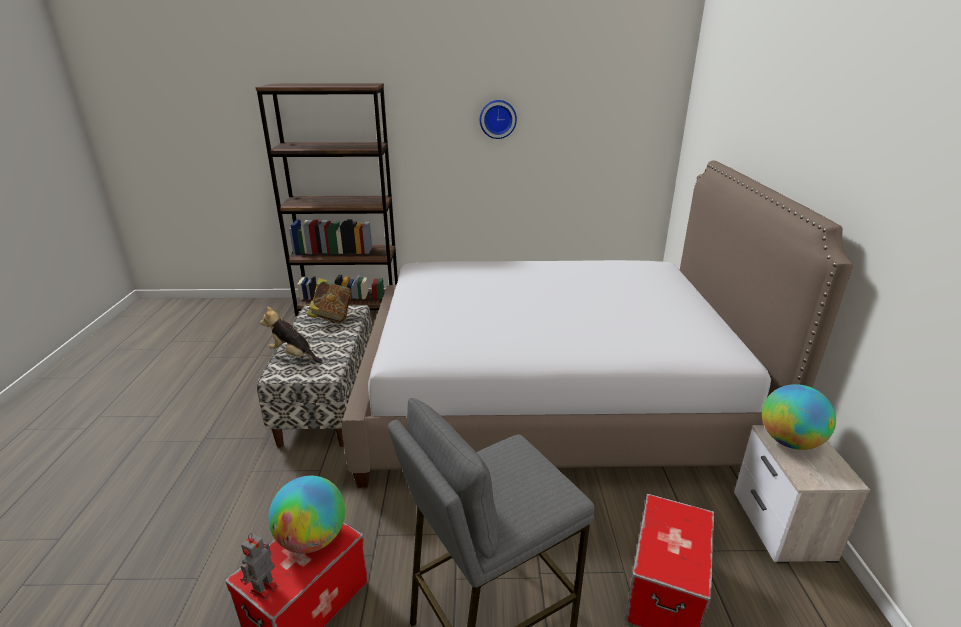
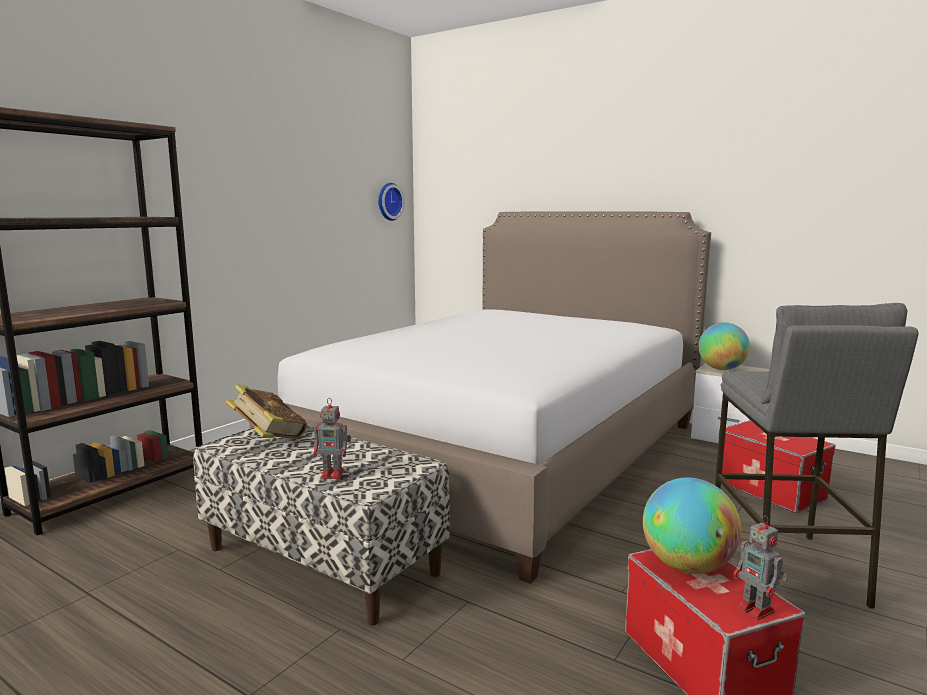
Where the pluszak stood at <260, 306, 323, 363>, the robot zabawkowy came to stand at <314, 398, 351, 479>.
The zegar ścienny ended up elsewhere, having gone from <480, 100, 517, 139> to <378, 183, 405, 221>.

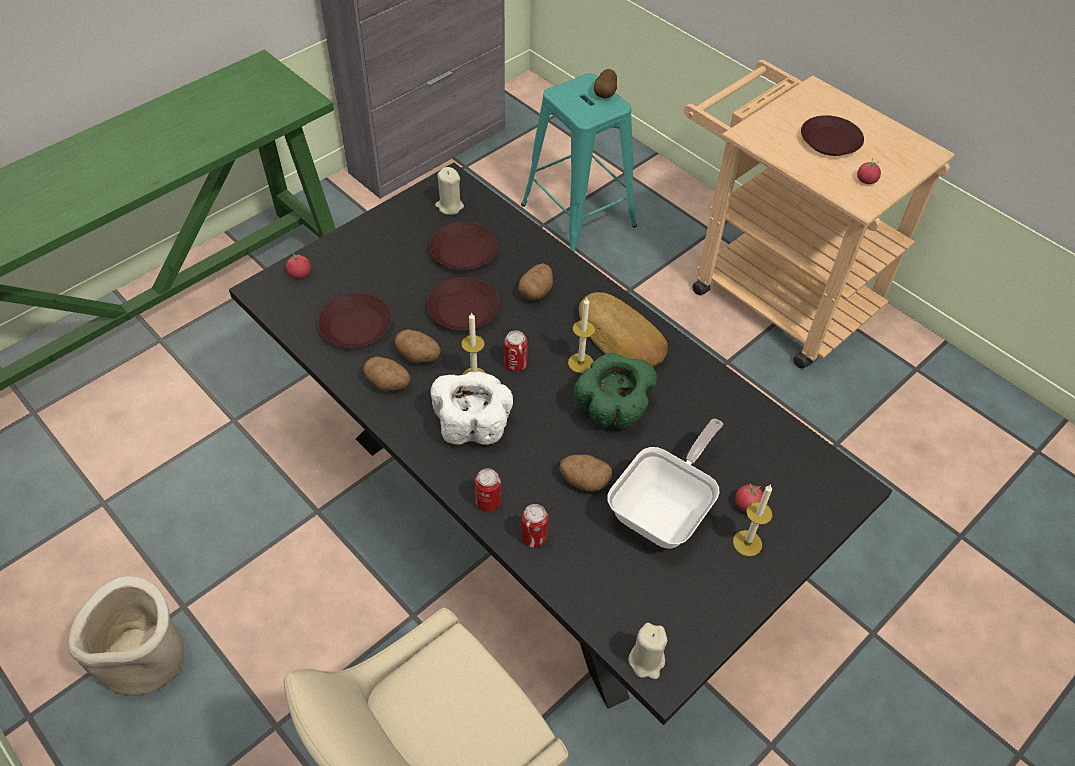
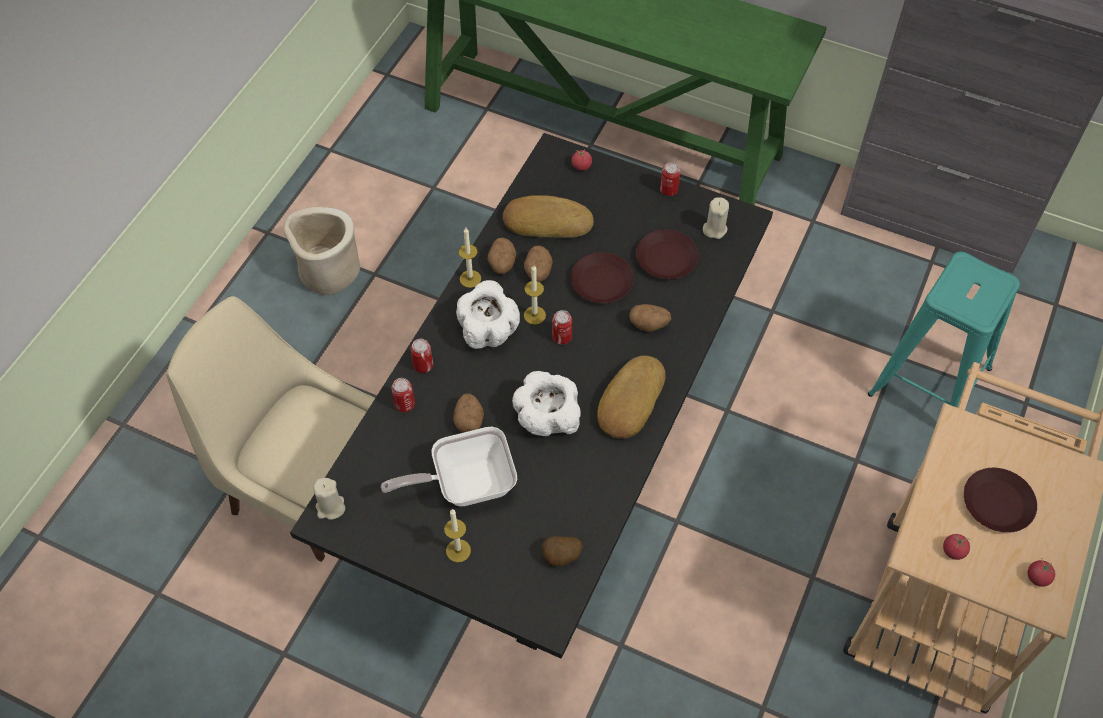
The patelnia at <607, 419, 723, 549> ended up facing another way, 150 degrees clockwise from before.
The świeca ended up elsewhere, having gone from <568, 298, 595, 373> to <458, 228, 481, 288>.
Where the talerz (brązowy) stood at <318, 293, 392, 348>, the chleb came to stand at <503, 195, 594, 238>.
What was the miska (zielony) at <574, 353, 657, 429> turned into the miska (biały) at <512, 371, 581, 436>.
The ziemniak ended up elsewhere, having gone from <594, 69, 617, 98> to <542, 536, 582, 566>.
The second view gained the puszka at <660, 162, 680, 196>.
The pomidor ended up elsewhere, having gone from <735, 483, 763, 512> to <1028, 558, 1055, 587>.

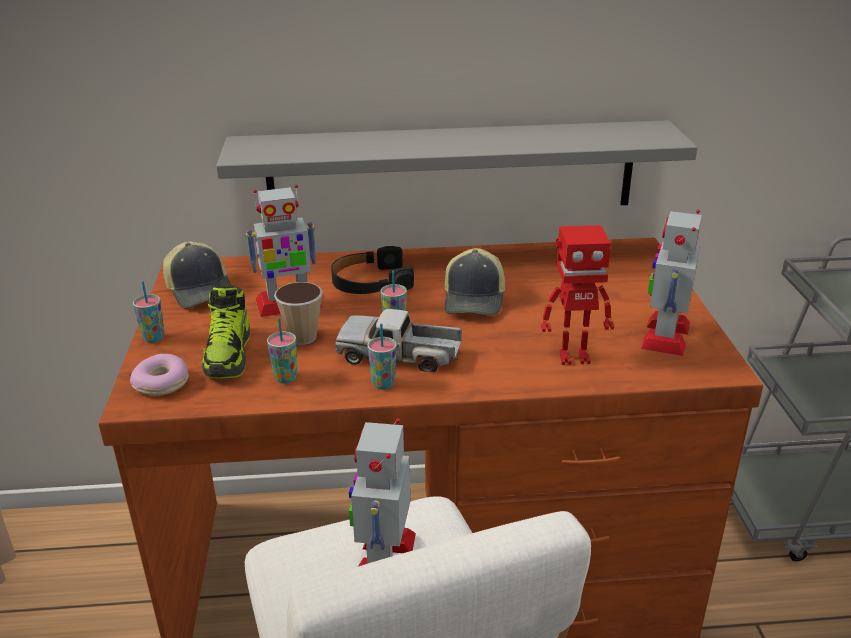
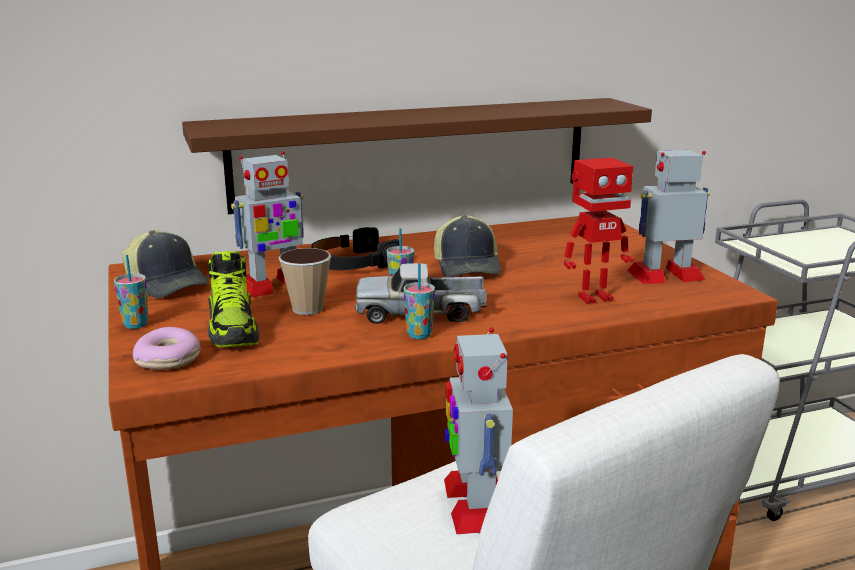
What was the półka (szary) at <216, 120, 698, 205> turned into the półka (brązowy) at <182, 98, 652, 214>.
The robot zabawkowy at <641, 210, 702, 356> ended up facing another way, 75 degrees clockwise from before.
The second view lost the filiżanka at <267, 318, 297, 384>.

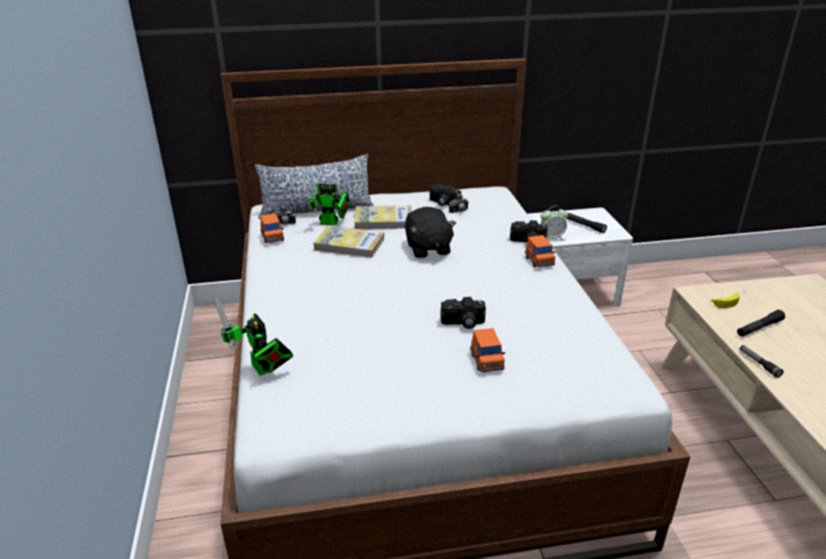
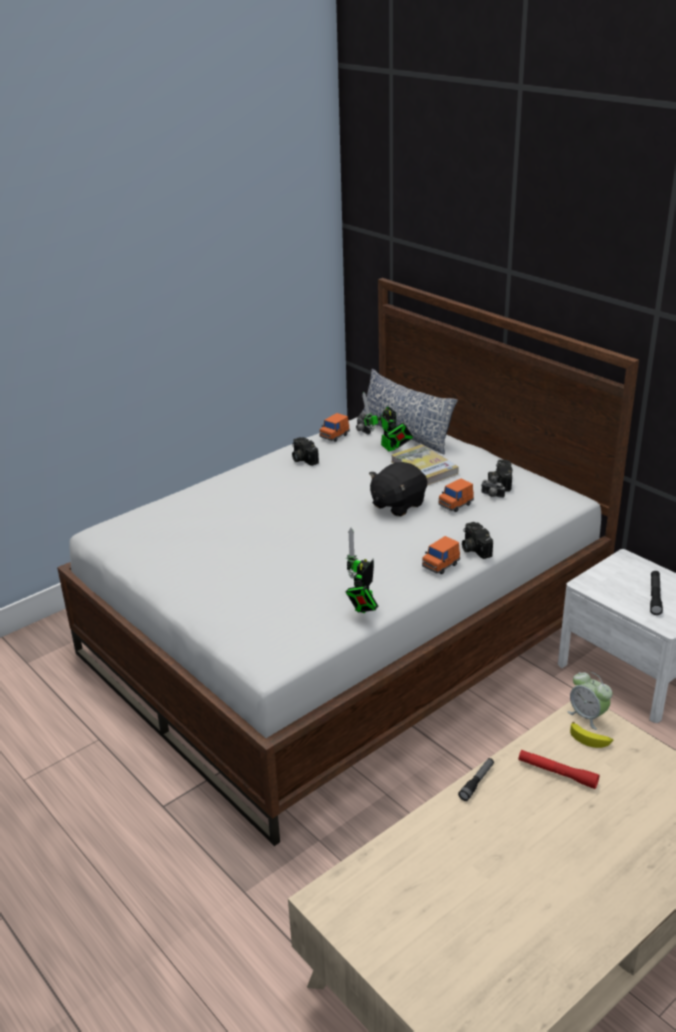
The aparat fotograficzny ended up elsewhere, having gone from <441, 297, 486, 329> to <292, 437, 319, 466>.
The robot zabawkowy ended up elsewhere, having gone from <214, 297, 293, 376> to <346, 528, 378, 613>.
The samochodzik (pomarańczowy) ended up elsewhere, having gone from <470, 328, 505, 372> to <438, 478, 474, 512>.
What was the latarka (czarny) at <737, 310, 785, 337> turned into the latarka (czerwony) at <519, 750, 600, 789>.
The budzik ended up elsewhere, having gone from <541, 206, 568, 241> to <567, 672, 612, 730>.
The second view lost the książka at <314, 226, 384, 258>.

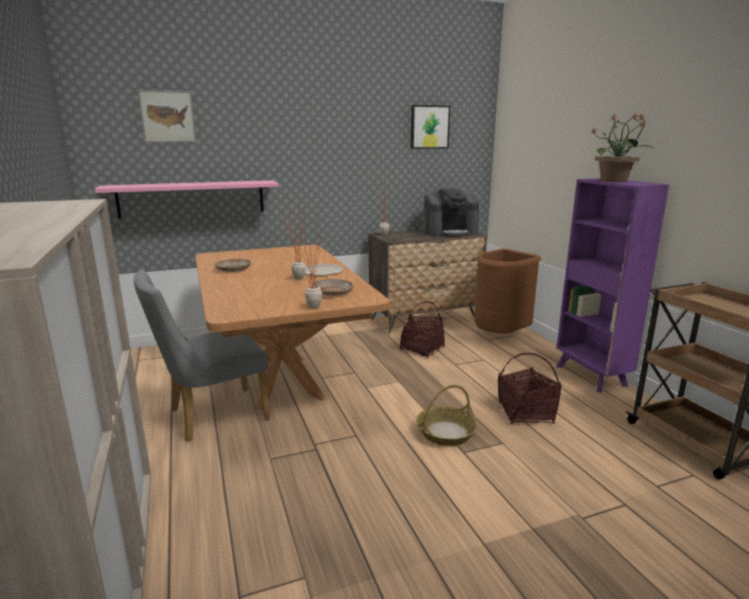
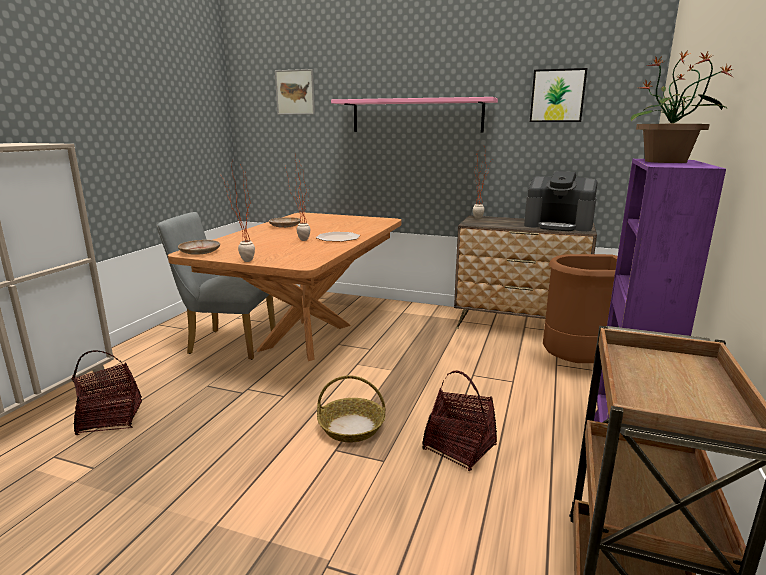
The koszyk ended up elsewhere, having gone from <400, 301, 445, 358> to <72, 350, 142, 435>.
The talerz (beżowy) ended up elsewhere, having gone from <312, 279, 354, 296> to <178, 240, 220, 255>.
The półka (różowy) ended up elsewhere, having gone from <95, 180, 279, 218> to <331, 97, 498, 132>.

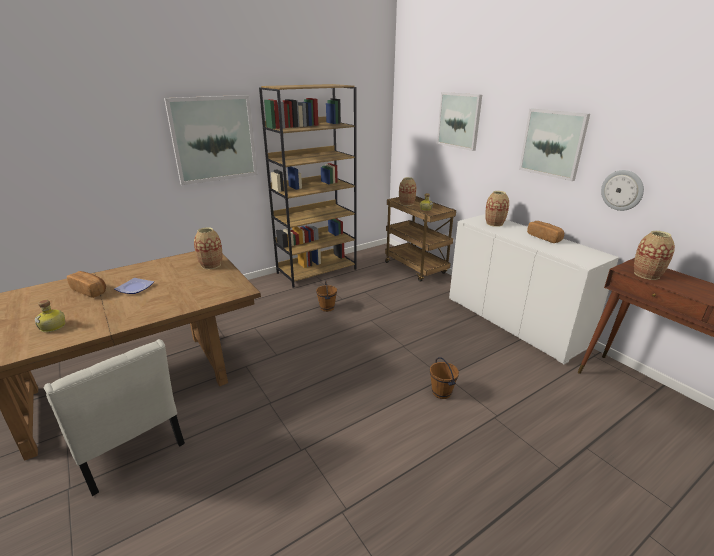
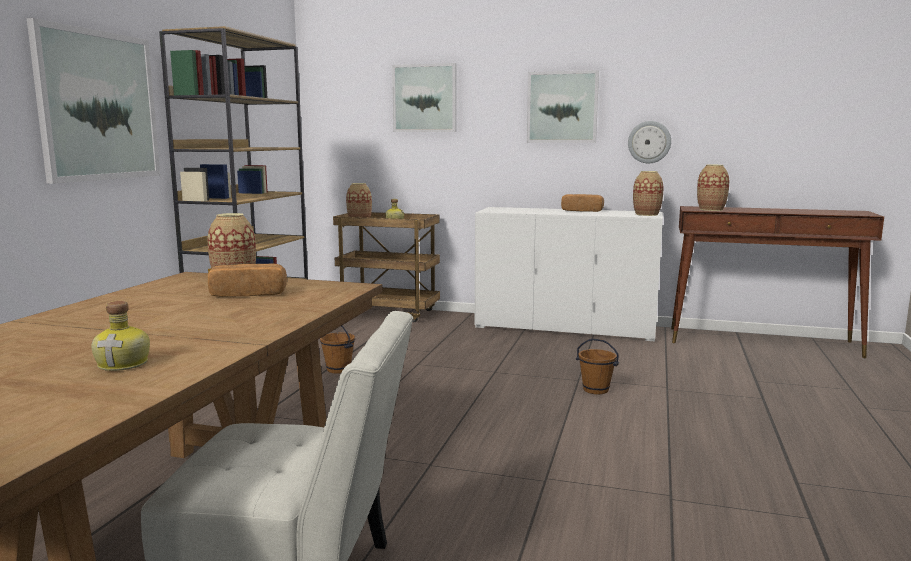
The chleb ended up elsewhere, having gone from <67, 271, 106, 298> to <208, 263, 287, 297>.
The wazon ended up elsewhere, having gone from <485, 191, 509, 227> to <633, 171, 663, 216>.
The second view lost the talerz at <114, 278, 154, 294>.

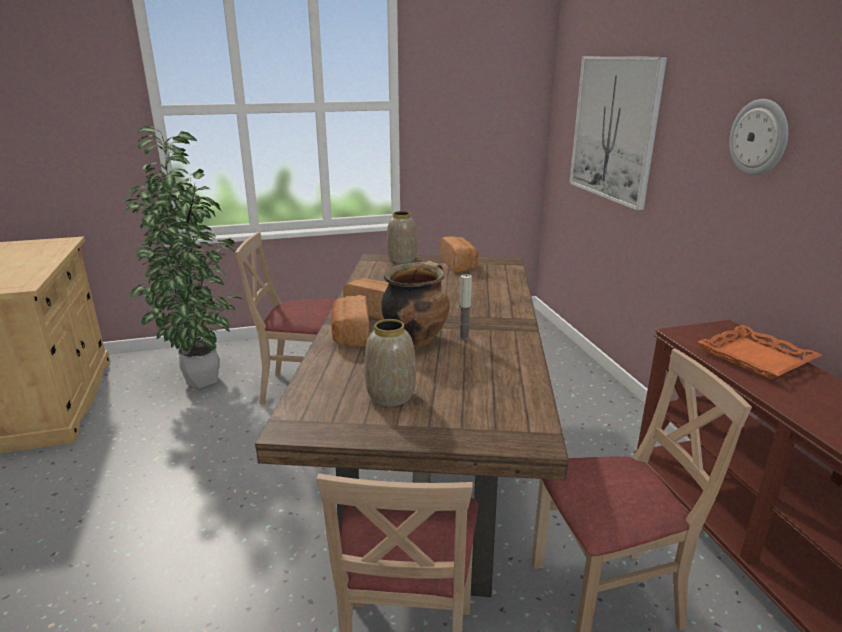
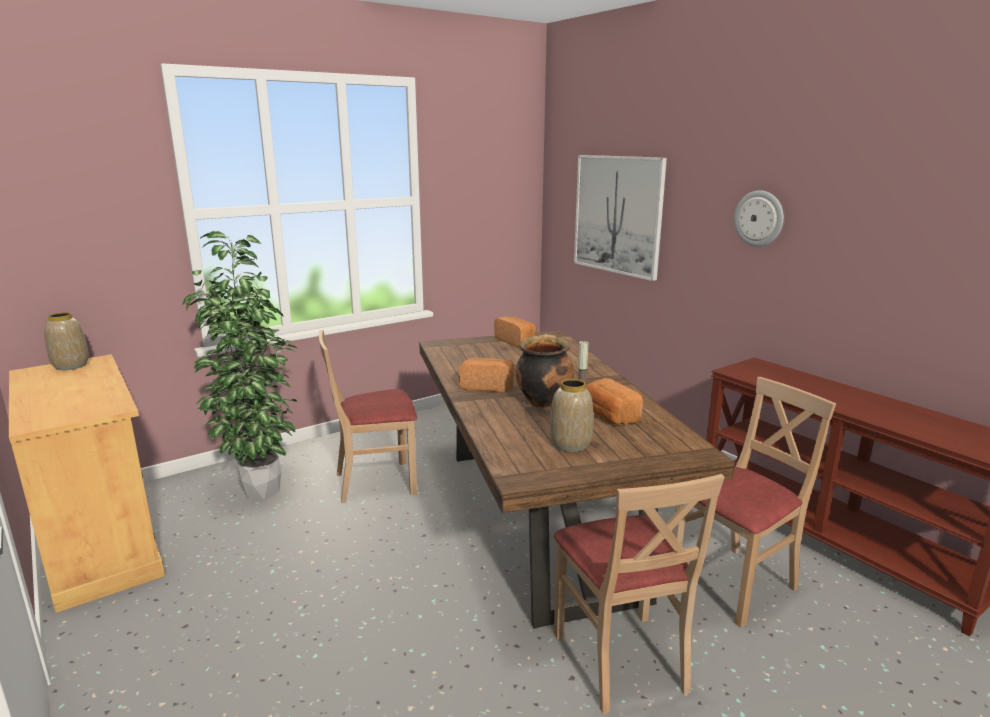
The wazon ended up elsewhere, having gone from <387, 211, 417, 263> to <44, 312, 89, 370>.
The chleb ended up elsewhere, having gone from <332, 295, 370, 347> to <585, 378, 643, 425>.
The second view lost the taca (pomarańczowy) at <698, 325, 822, 379>.

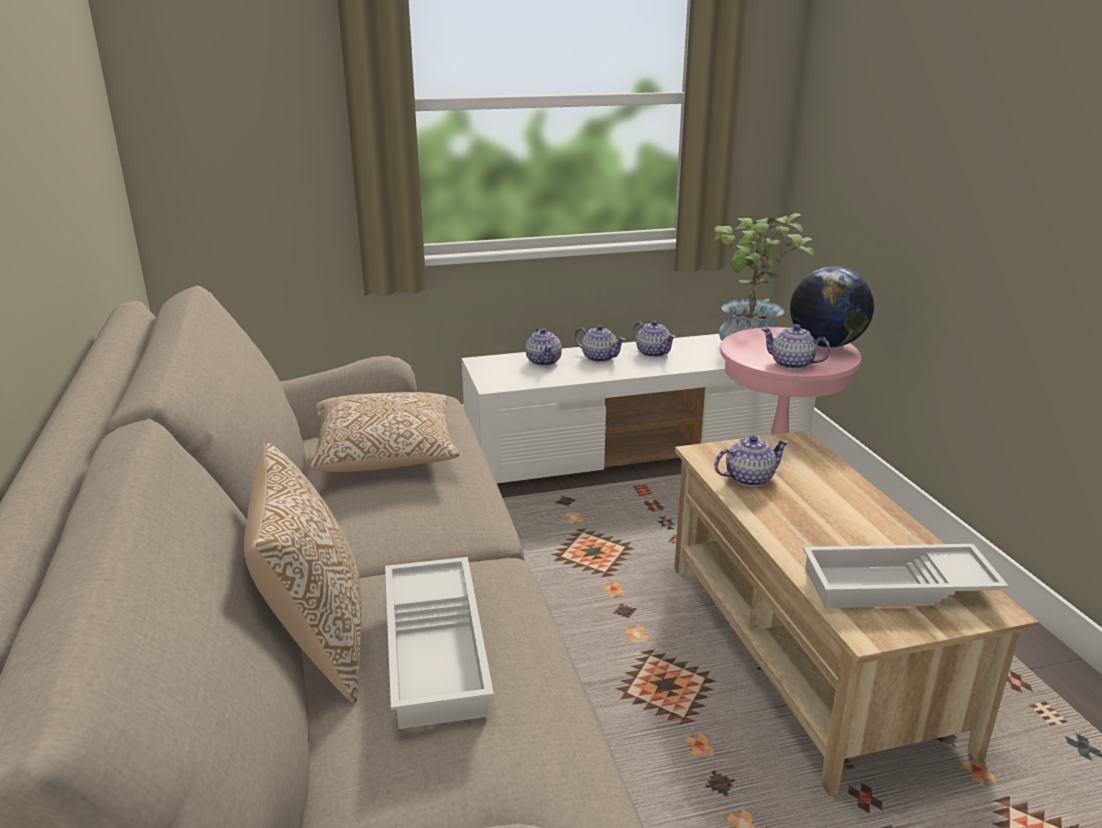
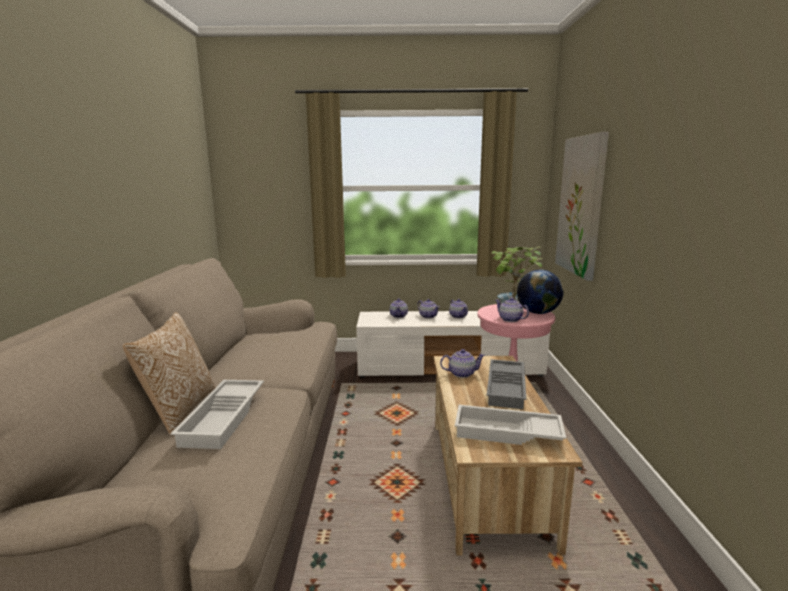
The second view gained the taca (szary) at <487, 359, 526, 409>.
The second view gained the obraz at <555, 132, 609, 281>.
The second view lost the poduszka at <309, 392, 459, 472>.

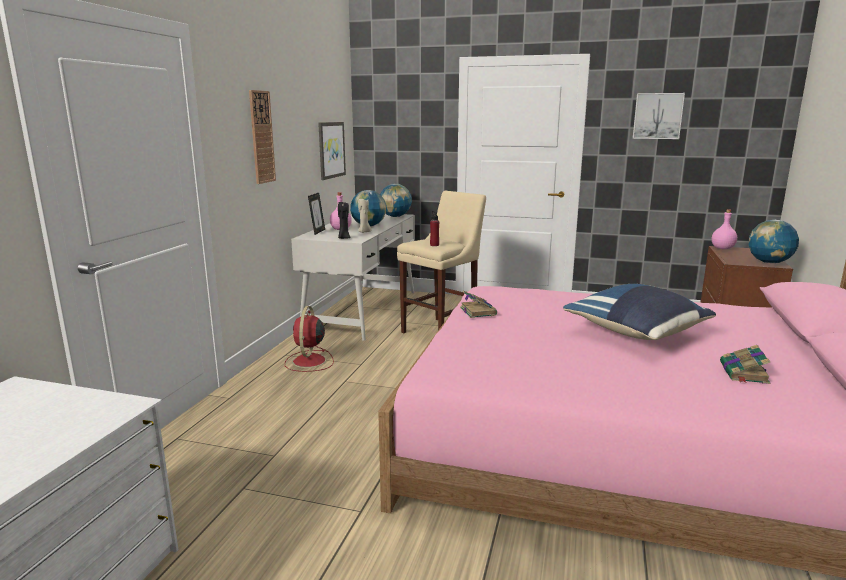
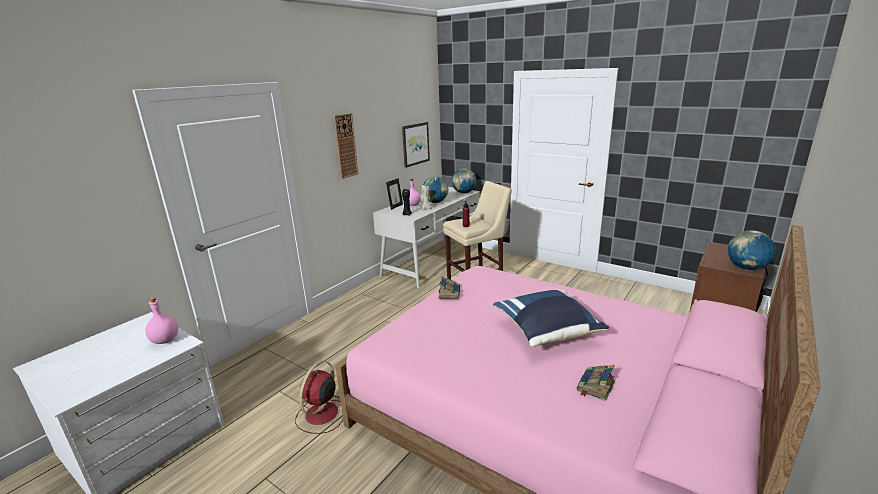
The butelka (różowy) ended up elsewhere, having gone from <712, 209, 737, 249> to <145, 297, 178, 344>.
The wentylator (czerwony) ended up elsewhere, having gone from <285, 306, 334, 372> to <295, 361, 343, 434>.
The second view lost the obraz at <632, 93, 685, 139>.

